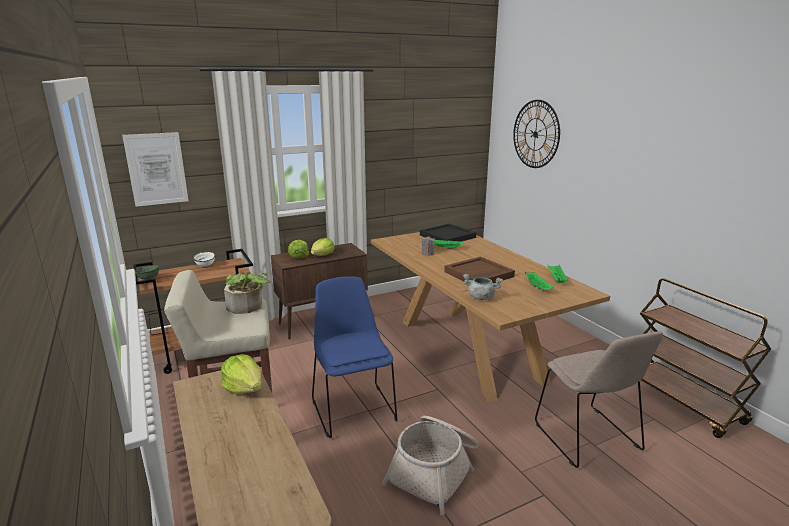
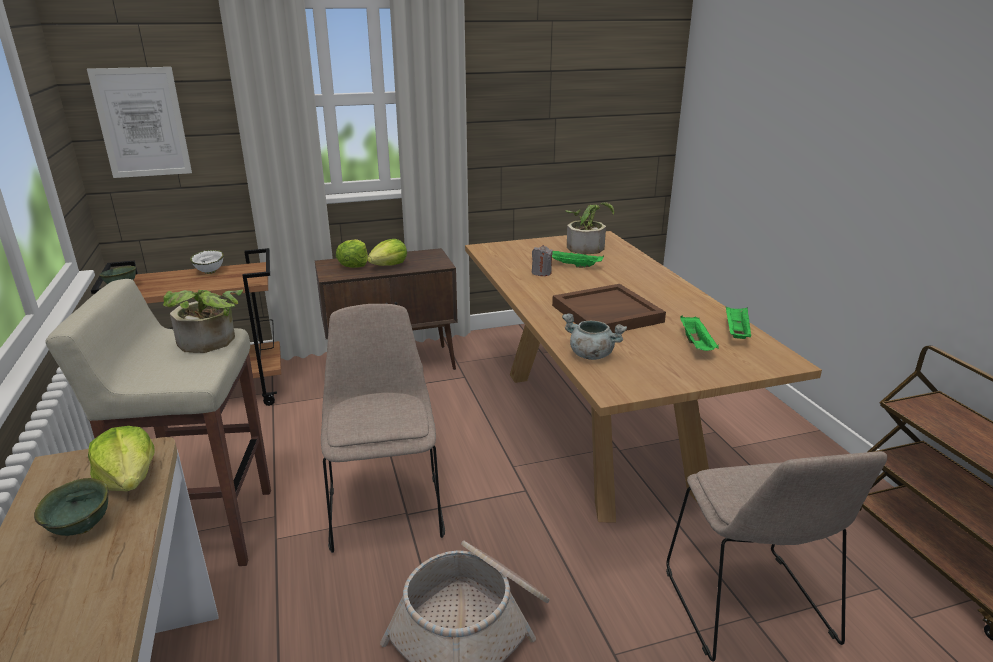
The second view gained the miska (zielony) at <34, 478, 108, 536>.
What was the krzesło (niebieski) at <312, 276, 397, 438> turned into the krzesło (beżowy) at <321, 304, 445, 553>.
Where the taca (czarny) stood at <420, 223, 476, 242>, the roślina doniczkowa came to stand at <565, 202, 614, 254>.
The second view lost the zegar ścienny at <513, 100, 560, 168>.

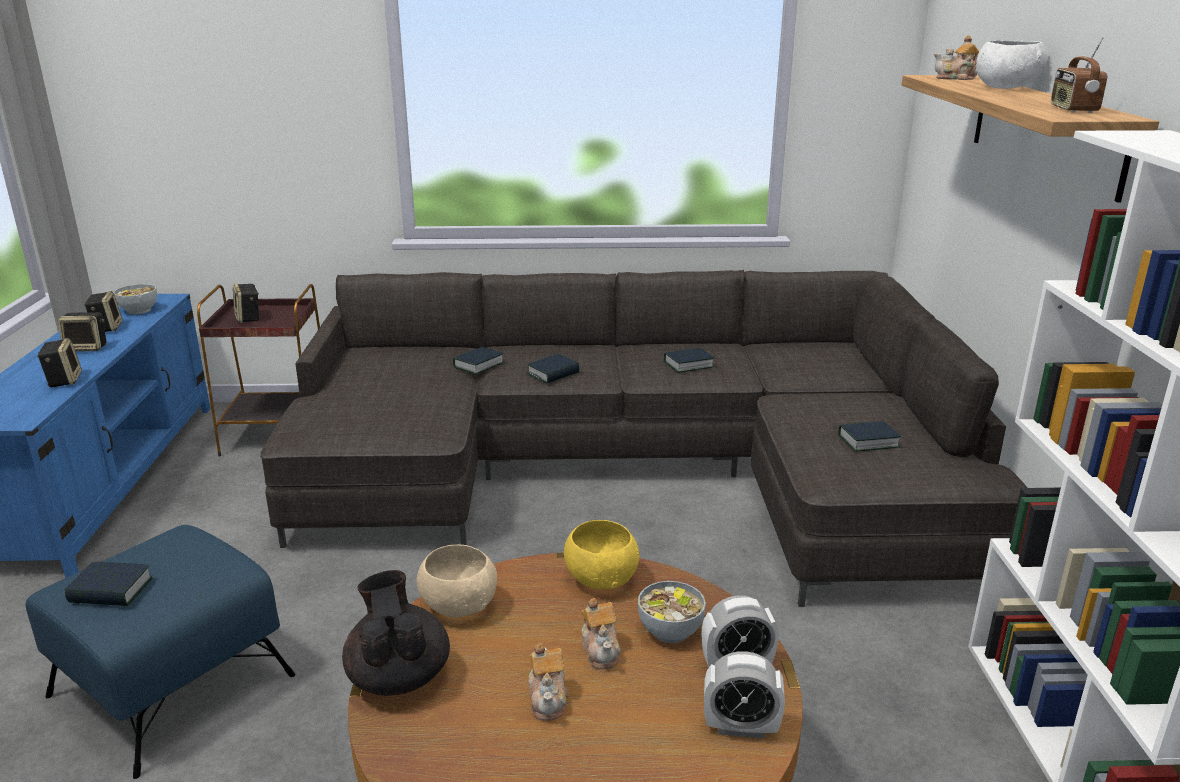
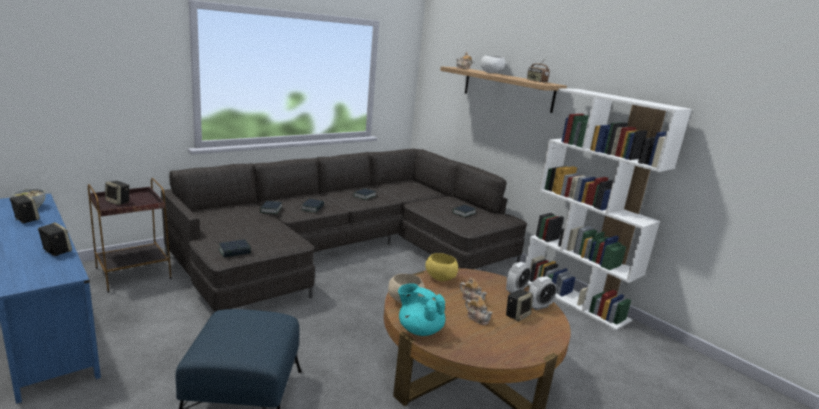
The książka ended up elsewhere, having gone from <65, 562, 153, 606> to <219, 239, 251, 257>.
What was the imbryk (czarny) at <342, 570, 450, 696> turned into the imbryk (turkusowy) at <398, 283, 445, 336>.
The głośnik ended up elsewhere, having gone from <58, 312, 106, 352> to <506, 289, 533, 321>.
The second view lost the miska at <638, 581, 706, 643>.

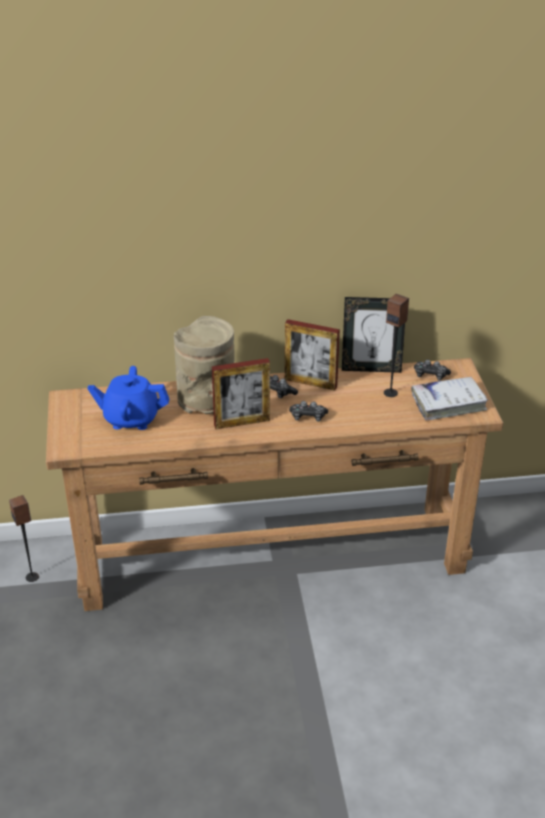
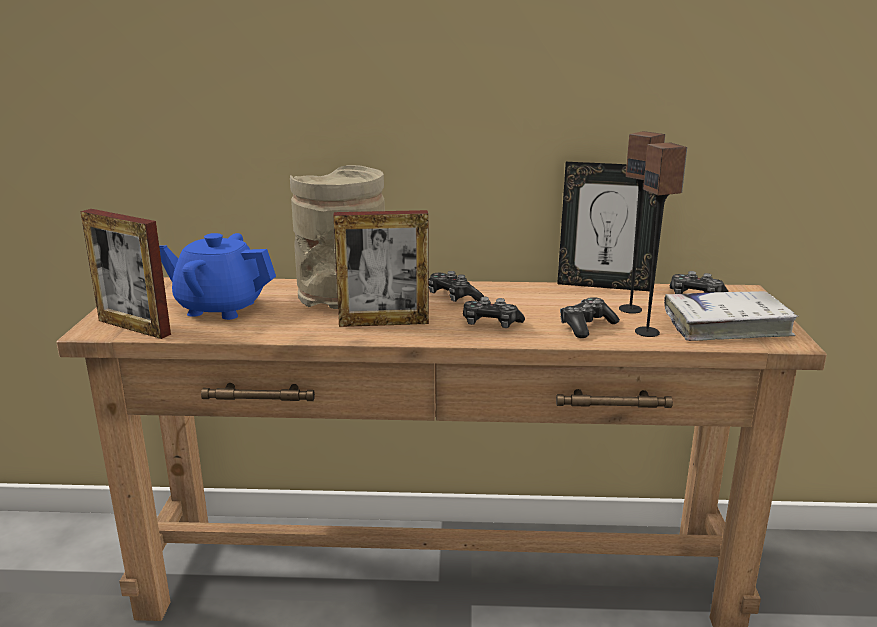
The ramka na zdjęcie ended up elsewhere, having gone from <285, 319, 340, 391> to <80, 209, 171, 339>.
The second view gained the pad do gier at <560, 297, 620, 338>.
The głośnik ended up elsewhere, having gone from <9, 495, 39, 582> to <635, 143, 687, 337>.

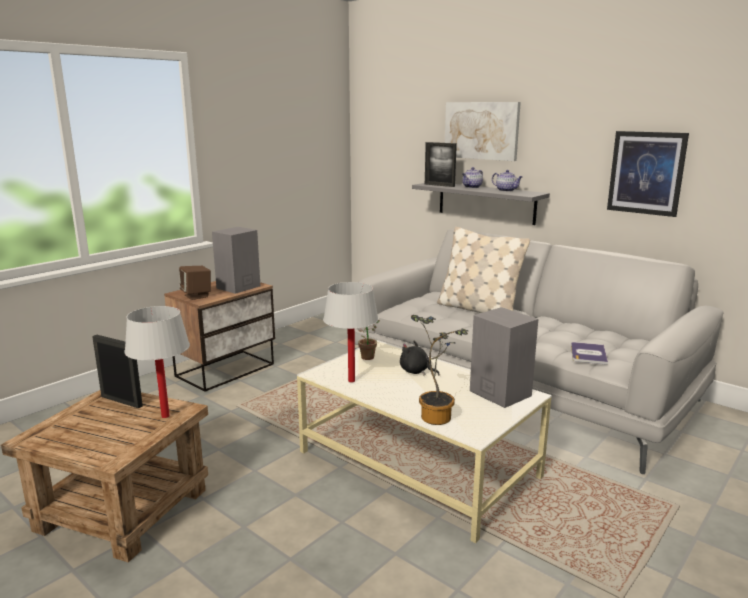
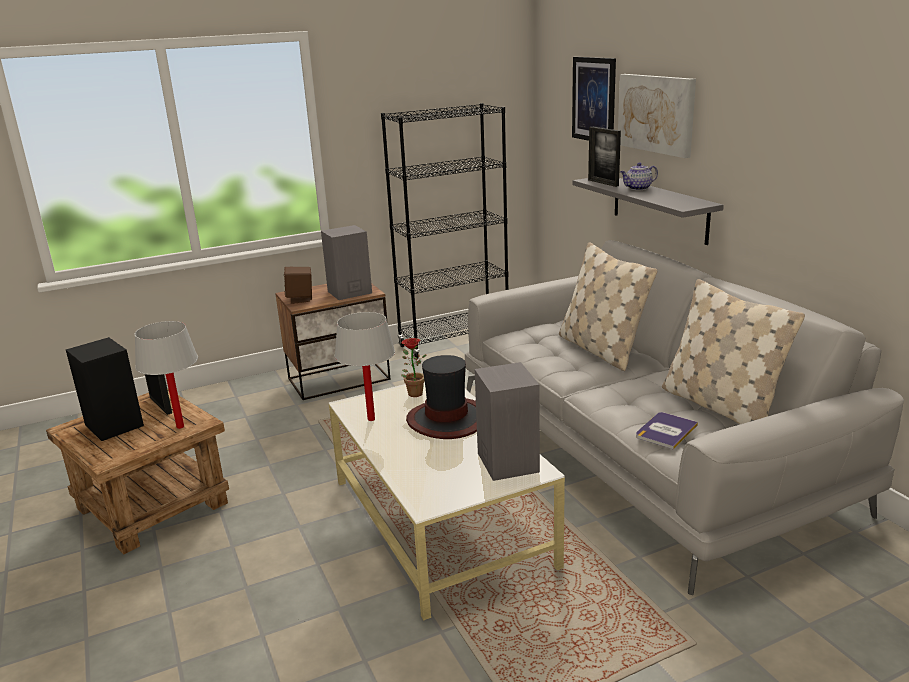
The second view gained the głośnik (czarny) at <66, 337, 144, 441>.
The second view gained the regał (czarny) at <381, 103, 508, 360>.
Where the pluszak (czarny) stood at <400, 341, 440, 375>, the kapelusz came to stand at <406, 355, 477, 439>.
The obraz ended up elsewhere, having gone from <607, 131, 689, 217> to <572, 57, 616, 141>.
The second view gained the poduszka (beżowy) at <662, 279, 805, 424>.
The second view lost the roślina doniczkowa at <411, 315, 468, 425>.
The second view lost the imbryk at <492, 170, 523, 192>.

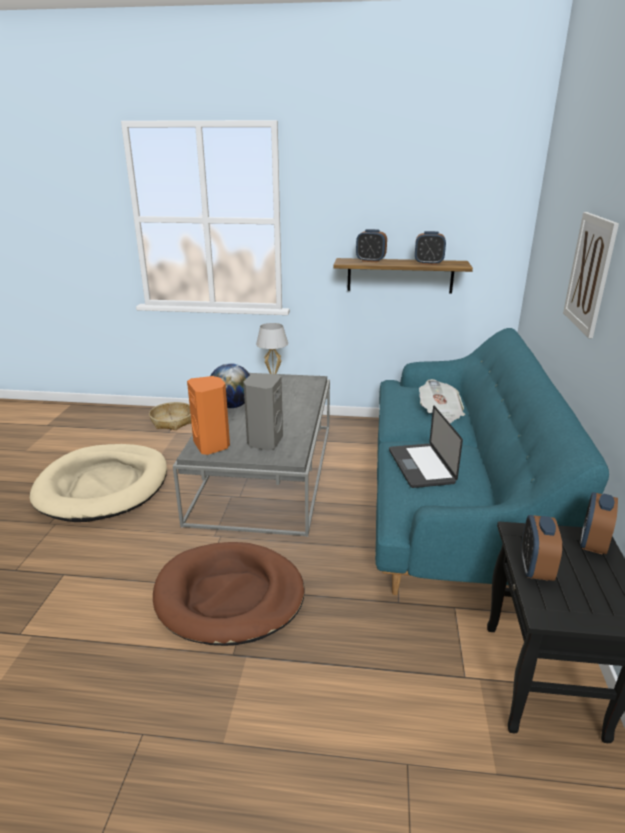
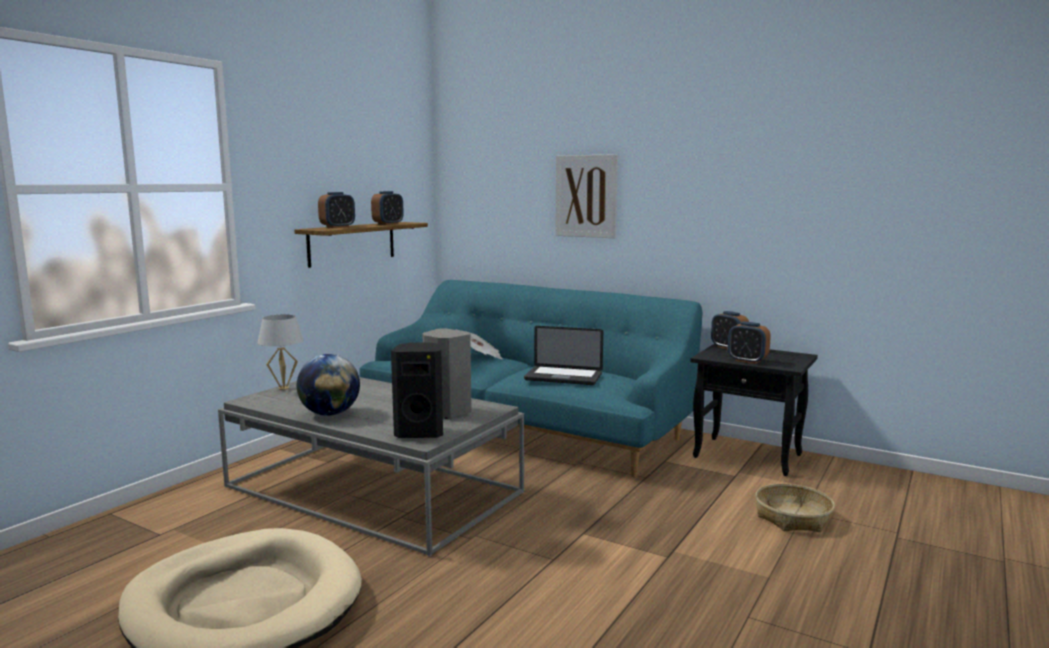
What was the głośnik (pomarańczowy) at <187, 376, 230, 455> turned into the głośnik (czarny) at <391, 342, 443, 438>.
The koszyk ended up elsewhere, having gone from <149, 402, 191, 430> to <755, 484, 835, 532>.
The second view lost the legowisko (brązowy) at <153, 542, 304, 646>.

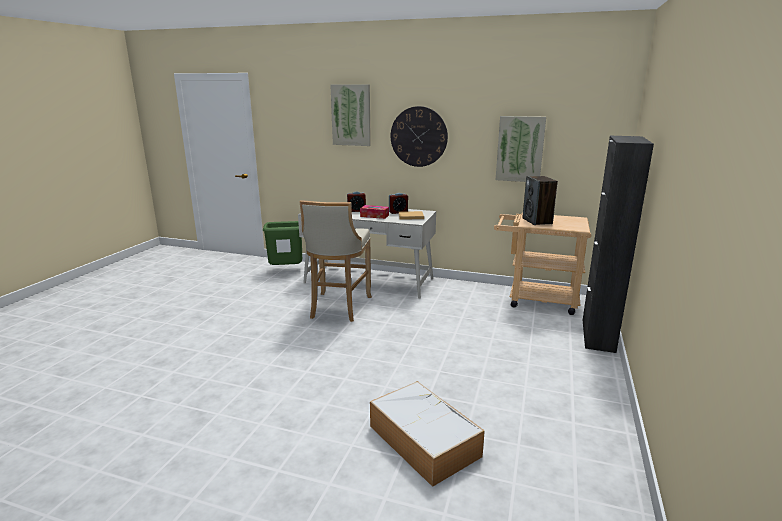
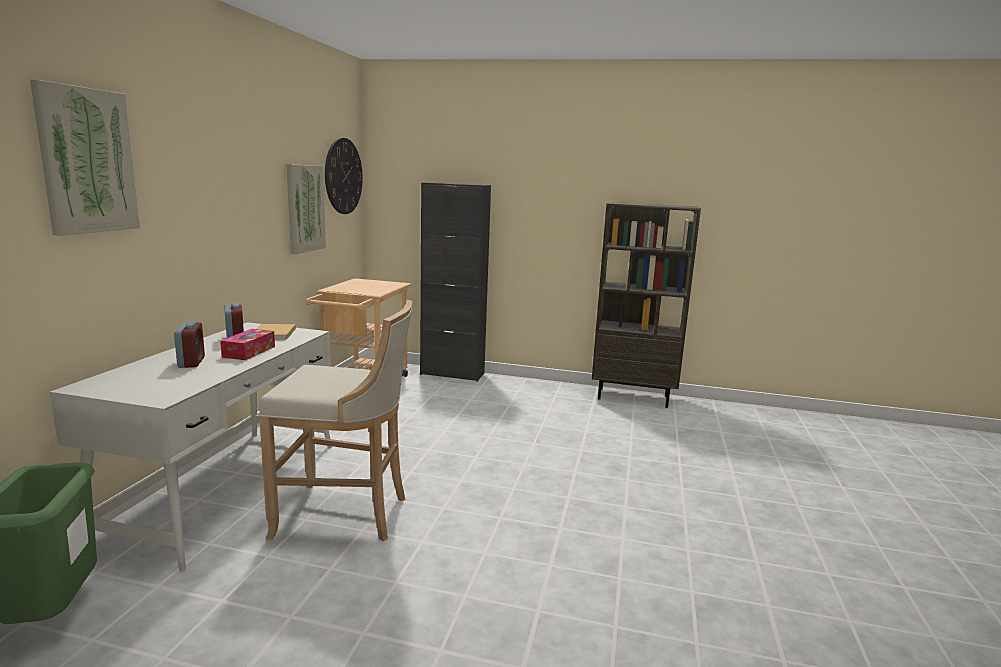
The zegar ścienny ended up elsewhere, having gone from <391, 106, 448, 167> to <325, 138, 363, 214>.
The second view gained the regał (brązowy) at <592, 202, 701, 408>.
The second view lost the pojemnik do przechowywania at <370, 381, 485, 487>.
The second view lost the głośnik at <522, 176, 558, 225>.

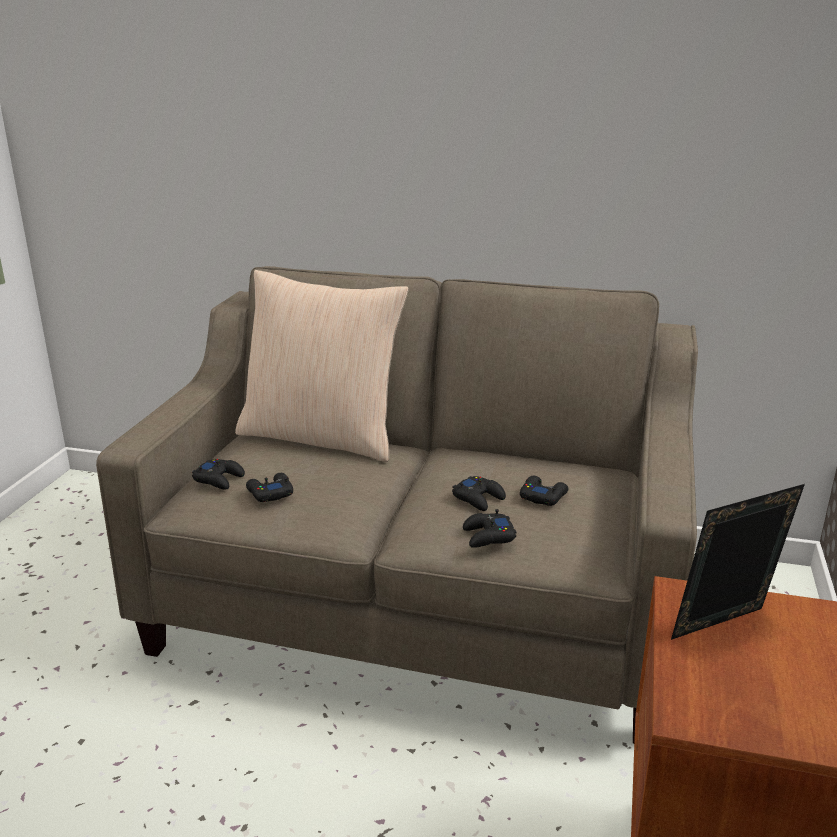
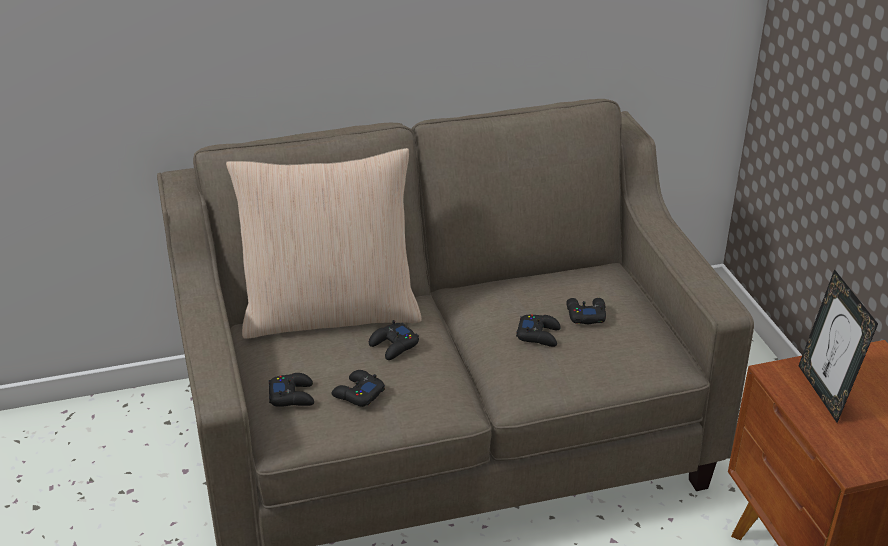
The pad do gier (czarny) ended up elsewhere, having gone from <463, 509, 516, 548> to <369, 320, 419, 360>.
The ramka na zdjęcie at <671, 484, 805, 640> ended up facing another way, 45 degrees counterclockwise from before.

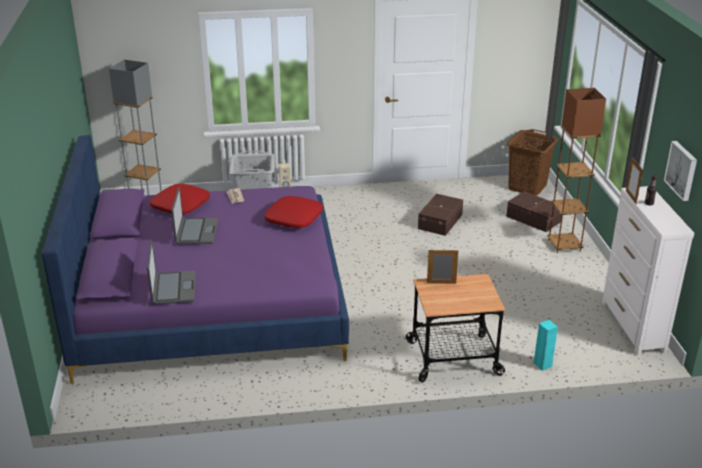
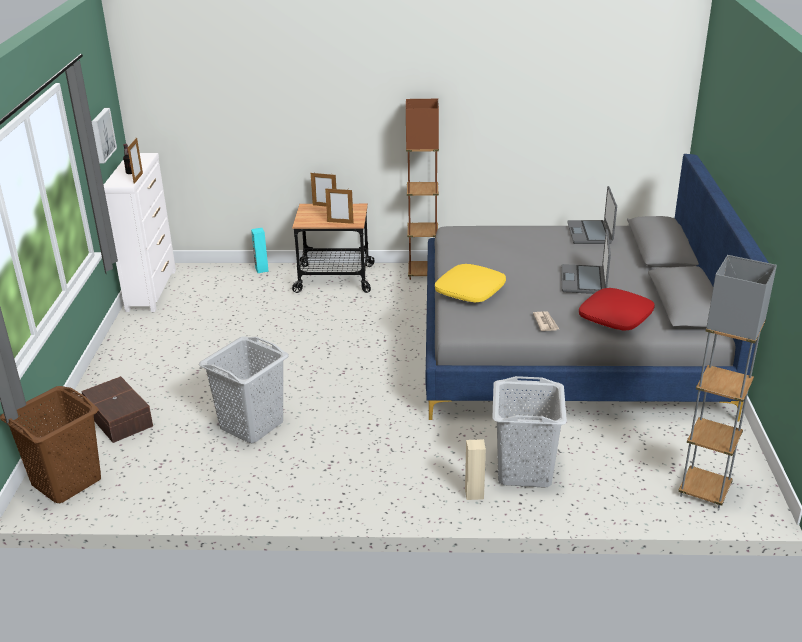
Where the pojemnik do przechowywania (brązowy) stood at <418, 194, 463, 236>, the kosz na pranie (szary) came to stand at <199, 336, 289, 443>.
The second view gained the ramka na zdjęcie at <311, 173, 336, 206>.
The lampa stojąca (brązowy) ended up elsewhere, having gone from <547, 88, 606, 253> to <406, 99, 439, 280>.
What was the łóżko (fioletowy) at <42, 135, 349, 384> turned into the łóżko (szary) at <426, 154, 769, 422>.
What was the poduszka (czerwony) at <264, 196, 323, 228> turned into the poduszka (żółty) at <435, 264, 506, 302>.

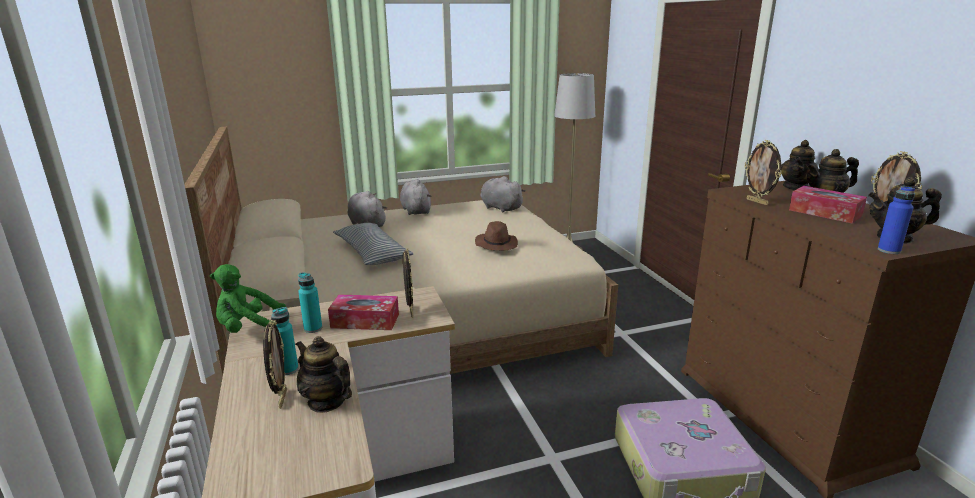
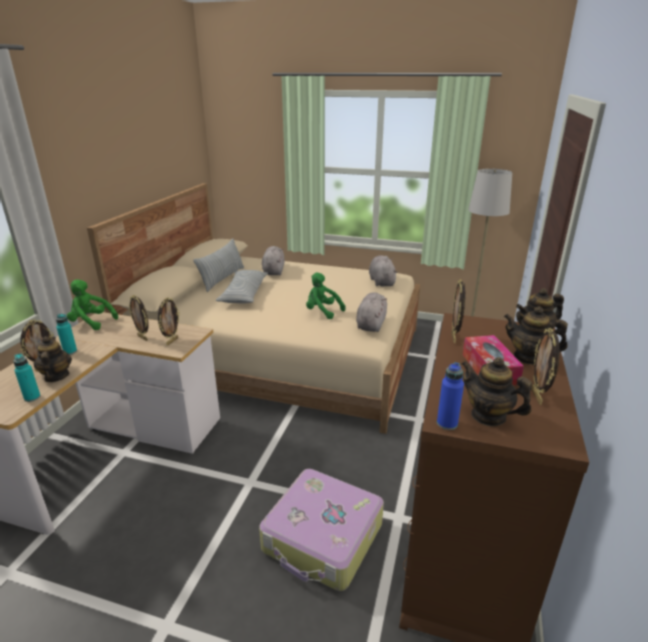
The butelka (turkusowy) ended up elsewhere, having gone from <298, 273, 322, 333> to <13, 354, 41, 402>.
Where the pudełko chusteczek stood at <328, 295, 399, 330>, the ramka na zdjęcie came to stand at <129, 295, 149, 341>.
The second view gained the poduszka at <193, 238, 244, 292>.
Where the kapelusz (brązowy) stood at <475, 221, 518, 251>, the pluszak (zielony) came to stand at <306, 273, 346, 319>.
The pluszak (szary) ended up elsewhere, having gone from <400, 179, 431, 215> to <356, 292, 387, 332>.

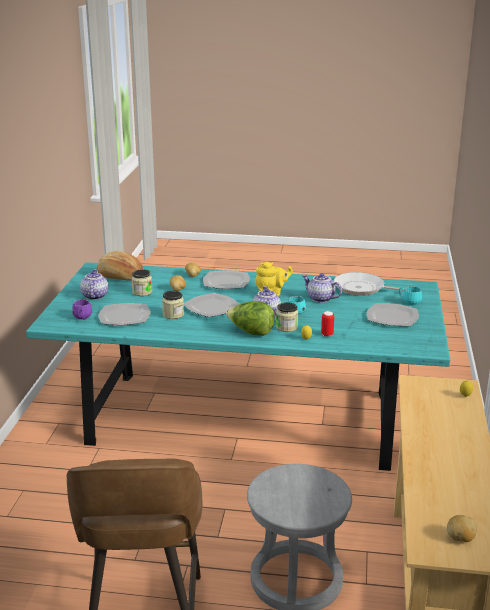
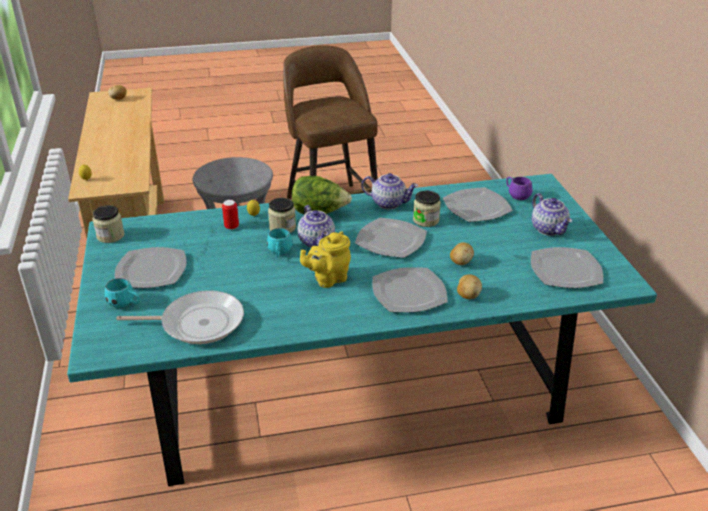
The słoik ended up elsewhere, having gone from <131, 269, 153, 296> to <93, 205, 125, 243>.
The imbryk ended up elsewhere, having gone from <302, 273, 342, 303> to <361, 173, 418, 209>.
Where the chleb stood at <97, 251, 143, 280>, the talerz came to stand at <531, 247, 603, 288>.

